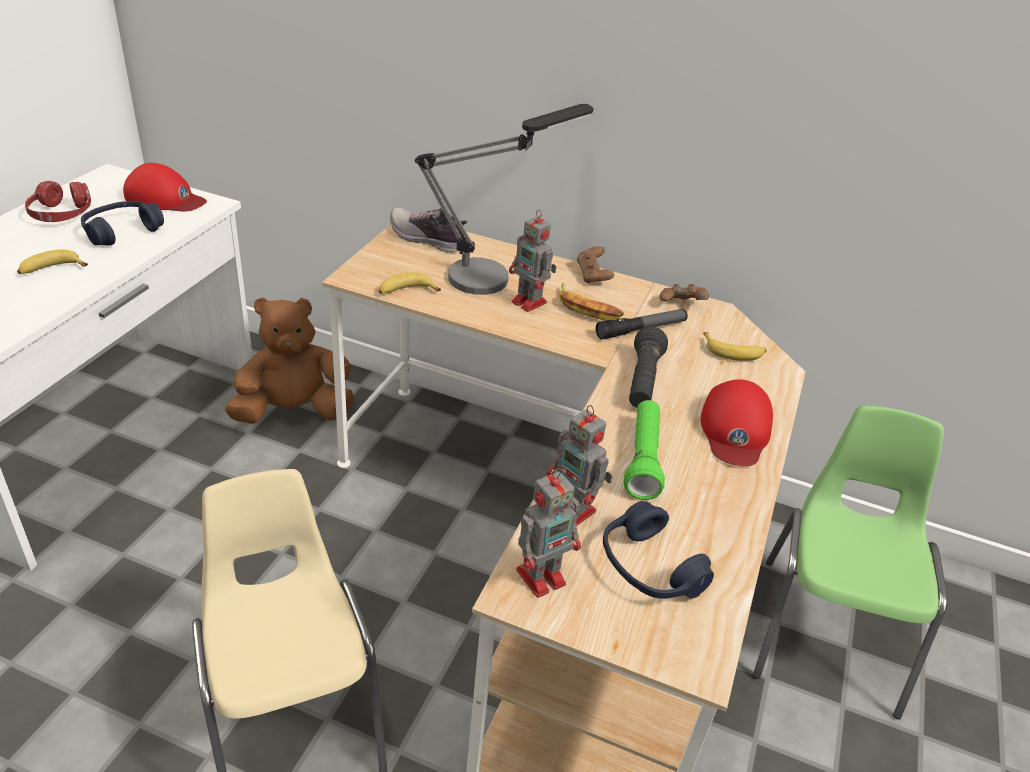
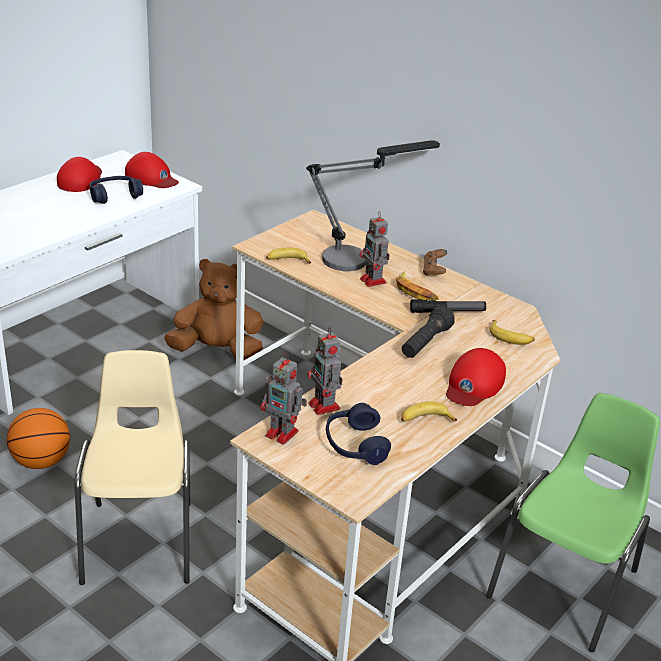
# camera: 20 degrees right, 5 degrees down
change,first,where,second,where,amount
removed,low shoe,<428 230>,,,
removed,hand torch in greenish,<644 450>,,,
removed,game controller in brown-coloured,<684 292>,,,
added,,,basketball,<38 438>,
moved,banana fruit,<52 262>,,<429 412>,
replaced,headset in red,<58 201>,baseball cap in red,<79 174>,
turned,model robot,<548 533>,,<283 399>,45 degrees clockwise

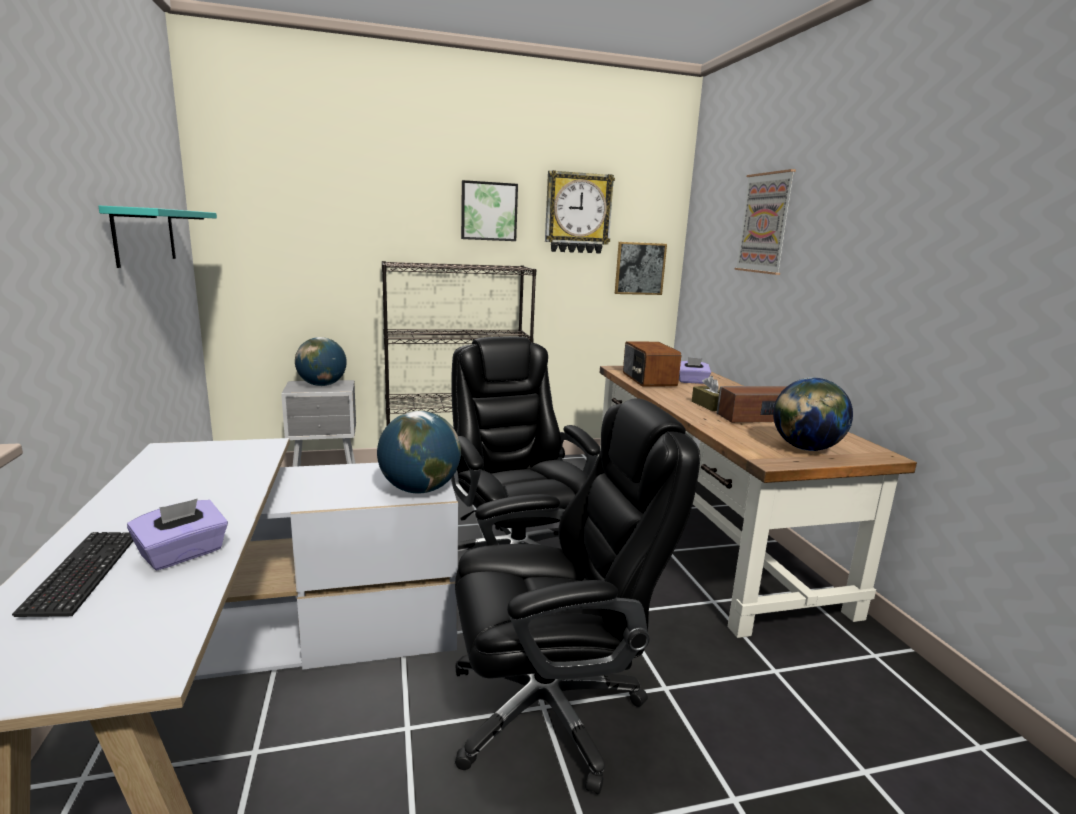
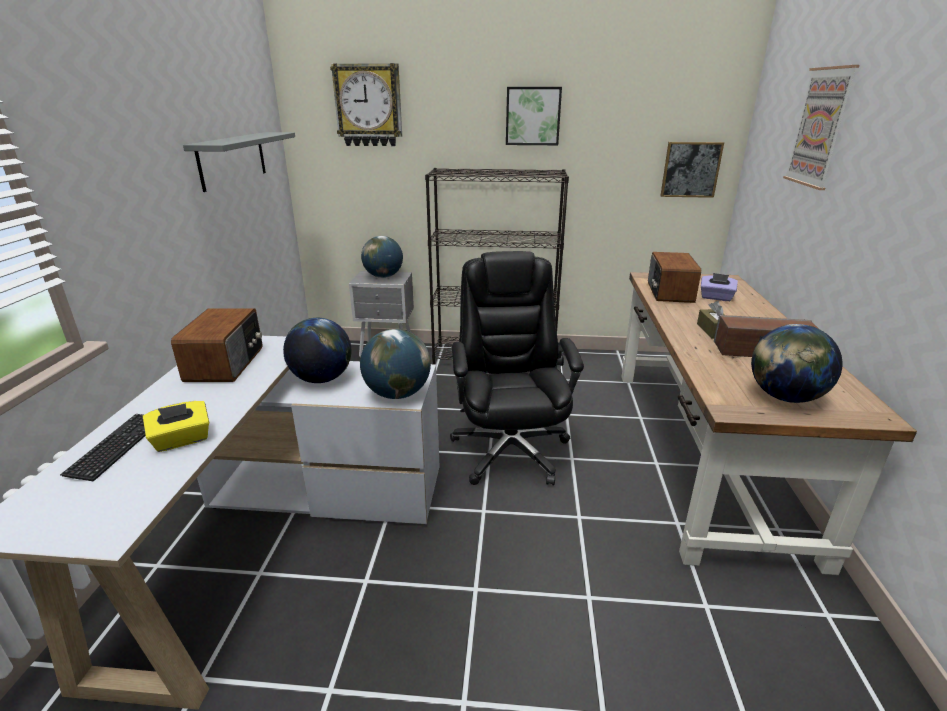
# camera: 20 degrees right, 10 degrees up
change,first,where,second,where,amount
removed,desk chair in blackish,<577 596>,,,
added,,,radio receiver,<216 345>,
added,,,world globe,<317 350>,
moved,hanging clock,<580 211>,,<366 104>,
recoloured,bracket shelf in turquoise-coloured,<157 237>,bracket shelf in greyish,<239 162>,
recoloured,box of tissues in purple-coloured,<177 534>,box of tissues in yellow-coloured,<176 426>,

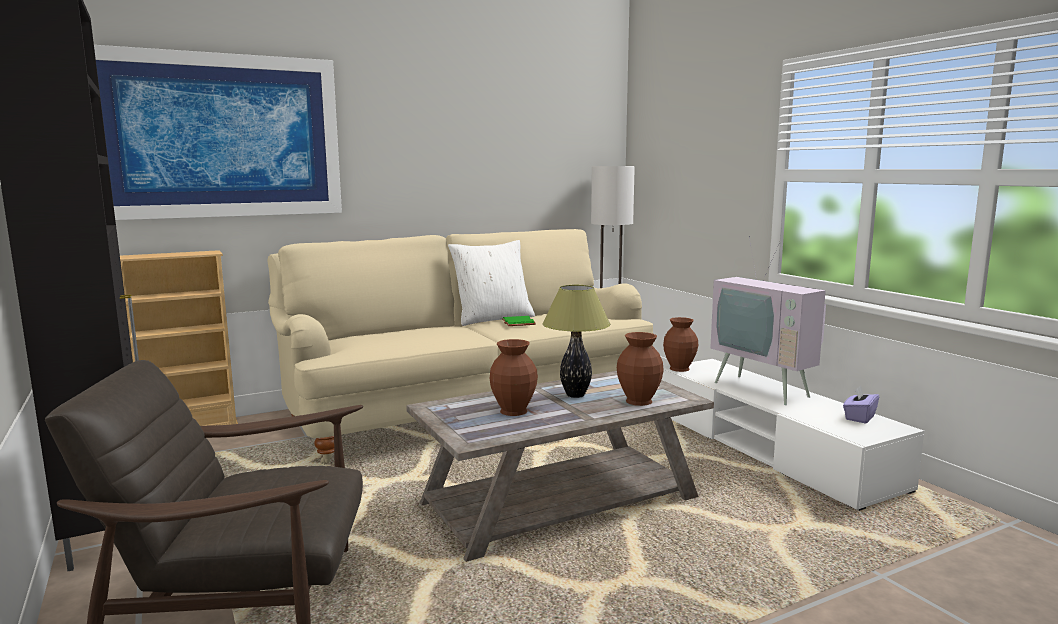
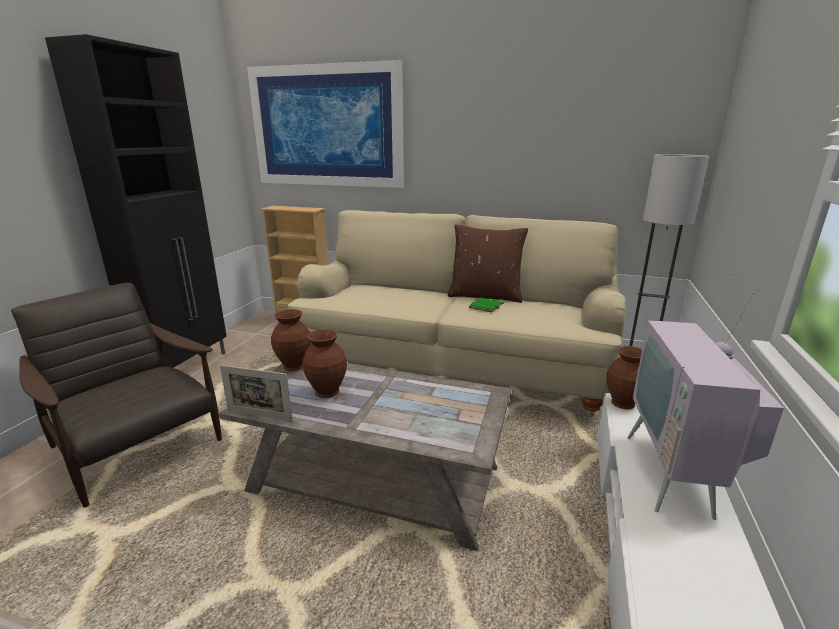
# camera: 45 degrees right, 10 degrees up
change,first,where,second,where,amount
removed,table lamp,<576 341>,,,
removed,box of tissues in purple-coloured,<861 404>,,,
added,,,picture frame,<256 393>,
moved,vase in brown-coloured,<640 369>,,<291 340>,
recoloured,pillow in white-coloured,<491 283>,pillow in brown-coloured,<488 263>,

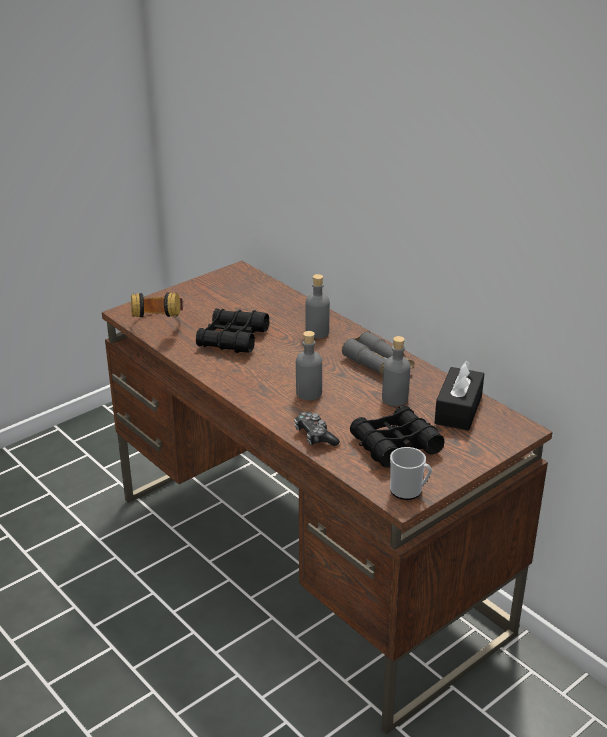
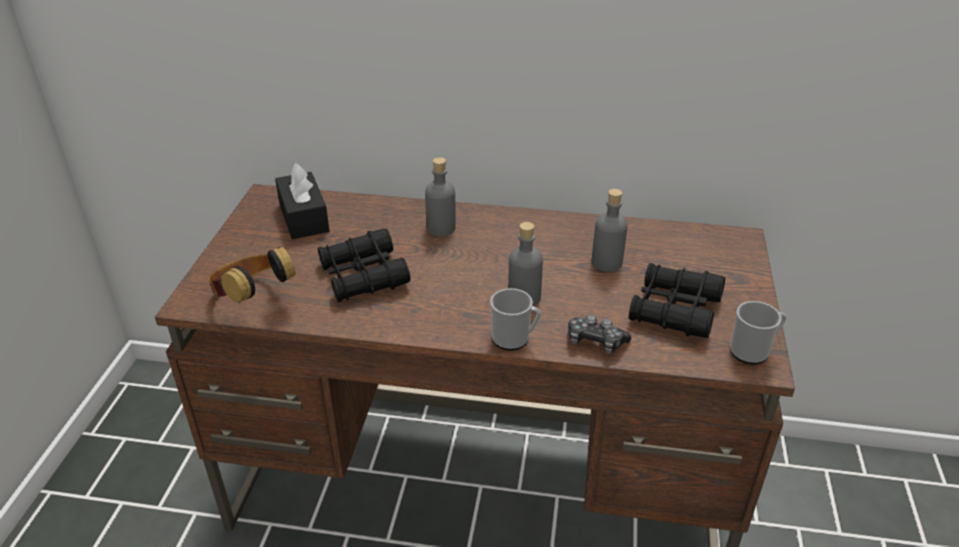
# camera: 40 degrees left, 5 degrees up
change,first,where,second,where,amount
removed,pair of binoculars in greyish,<378 353>,,,
added,,,mug,<515 319>,
moved,box of tissues in blackish,<459 395>,,<302 201>,

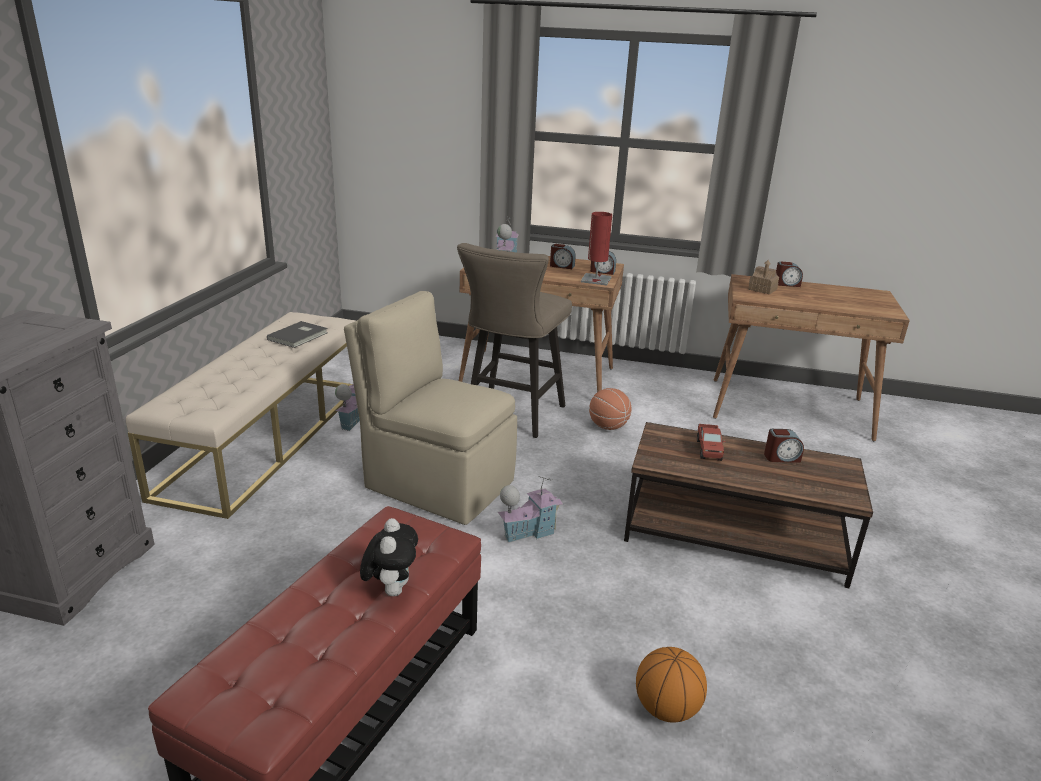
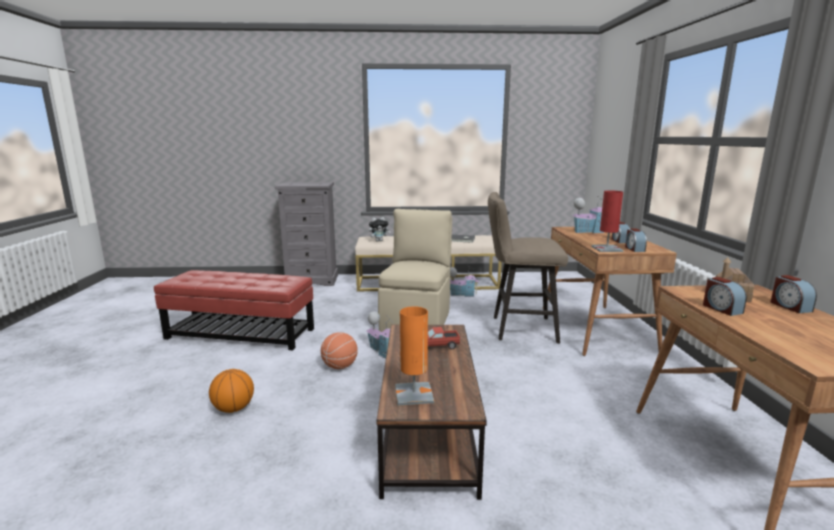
# camera: 75 degrees right, 10 degrees down
change,first,where,second,where,amount
added,,,table lamp in orange-coloured,<414 355>,
moved,soft toy,<389 557>,,<380 229>,
moved,basketball,<610 409>,,<339 350>,
moved,table clock,<784 446>,,<725 296>,

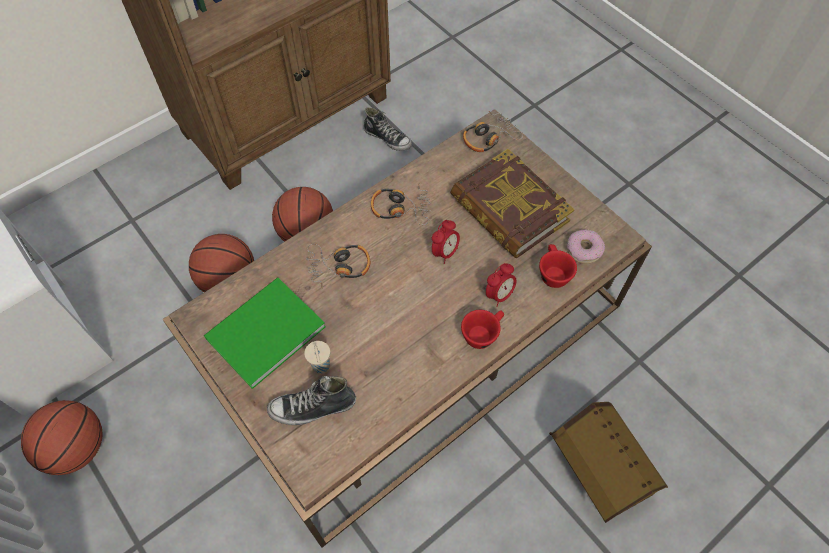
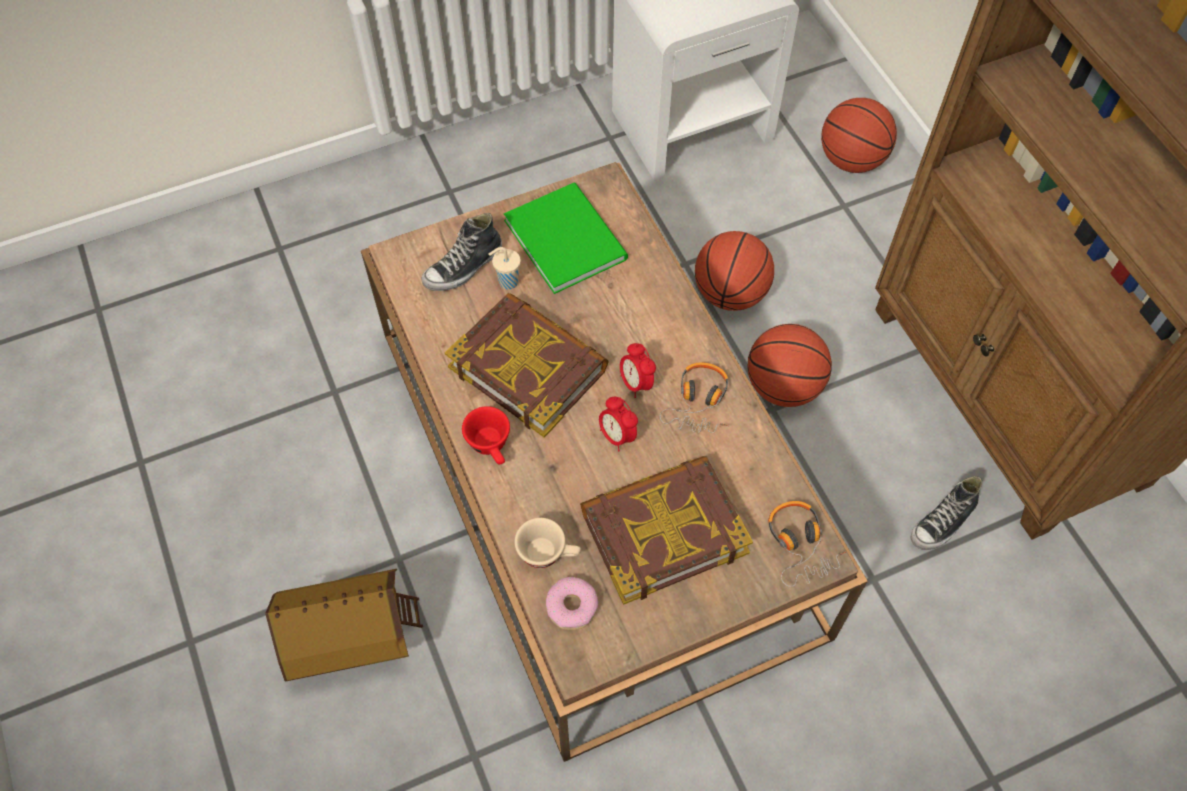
# camera: 105 degrees right, 0 degrees up
change,first,where,second,where,amount
removed,headset,<338 265>,,,
added,,,volume,<527 365>,
moved,basketball,<62 437>,,<859 135>,
moved,table clock,<501 285>,,<638 370>,
recoloured,cup in red,<558 266>,cup in beige,<548 543>,
turned,low shoe,<311 400>,,<462 252>,135 degrees counterclockwise

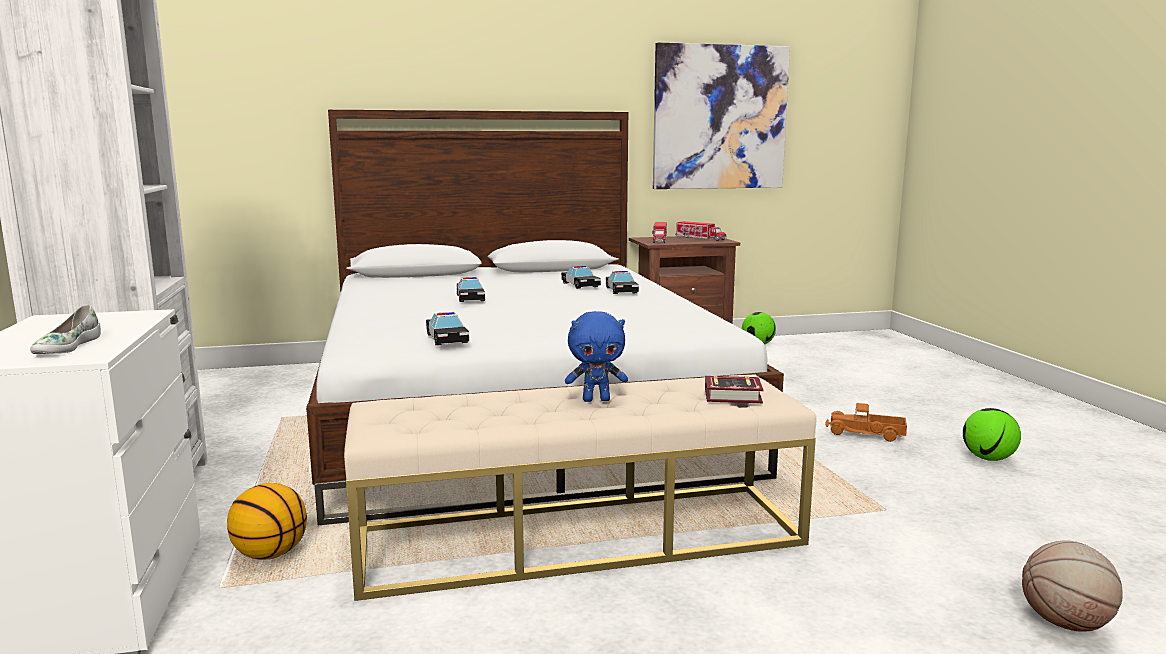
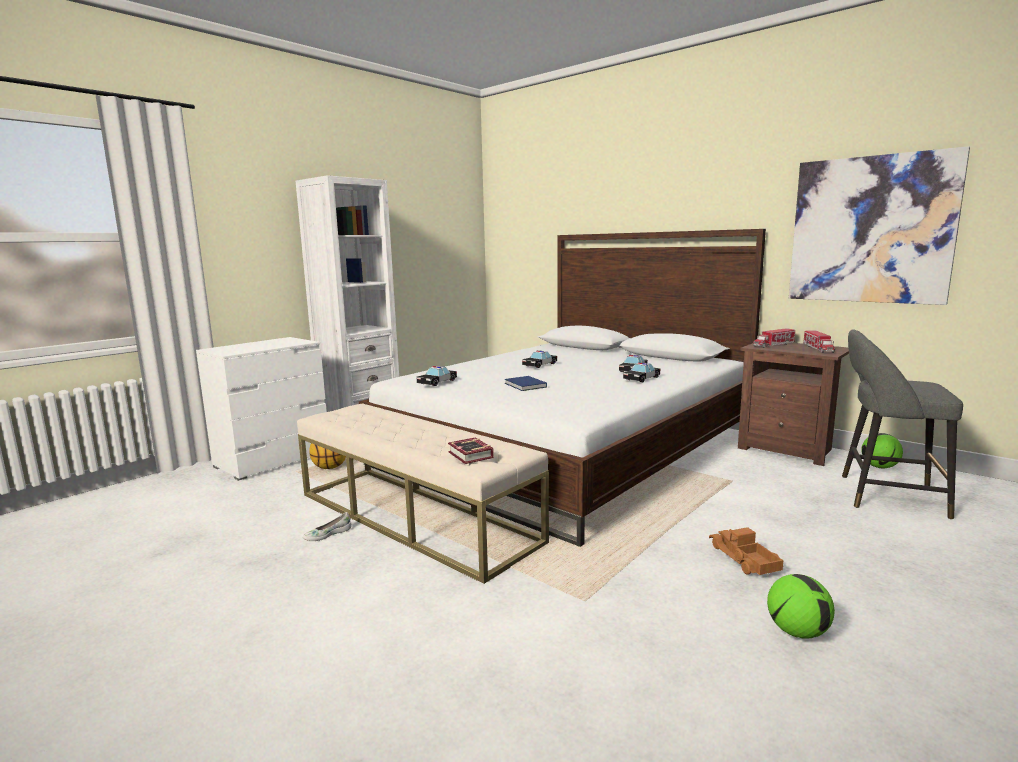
# camera: 55 degrees right, 0 degrees up
change,first,where,second,where,amount
removed,soft toy in blue-coloured,<596 356>,,,
removed,basketball,<1072 586>,,,
added,,,volume in blue-coloured,<526 383>,
added,,,stool in greyish,<902 424>,
moved,low shoe in white-coloured,<65 329>,,<327 526>,

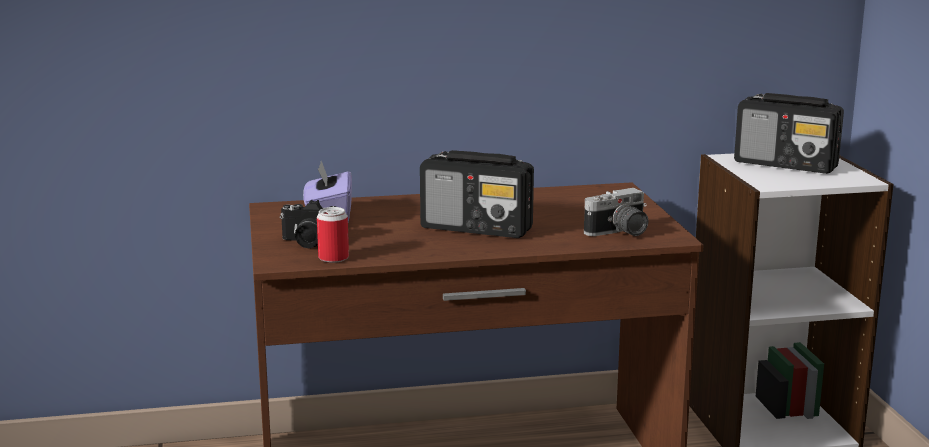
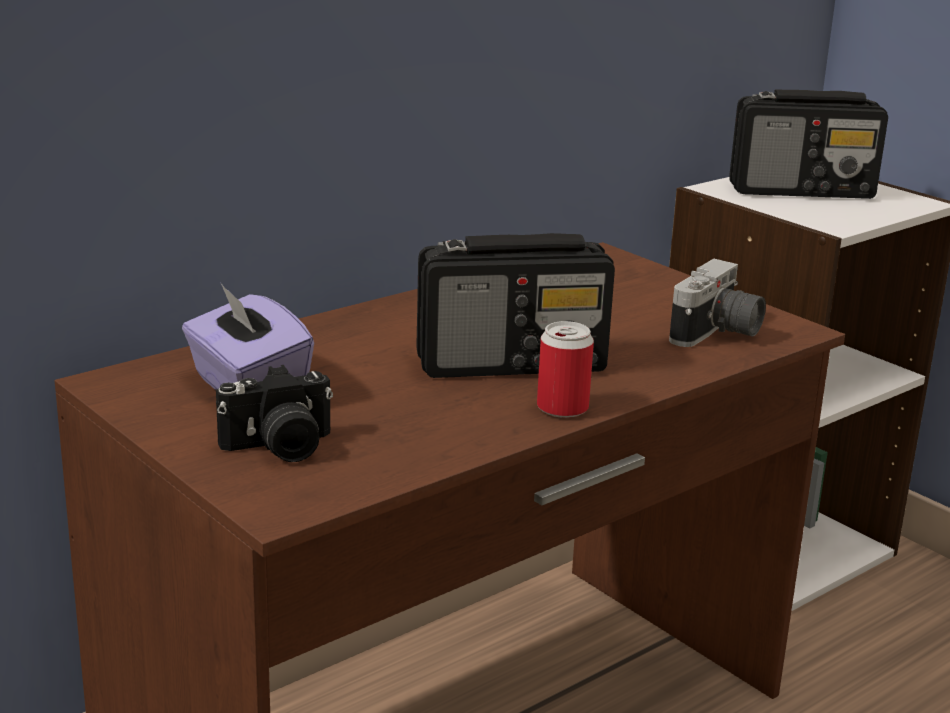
# camera: 30 degrees left, 5 degrees up
change,first,where,second,where,amount
moved,sealed can,<333 235>,,<565 369>,

